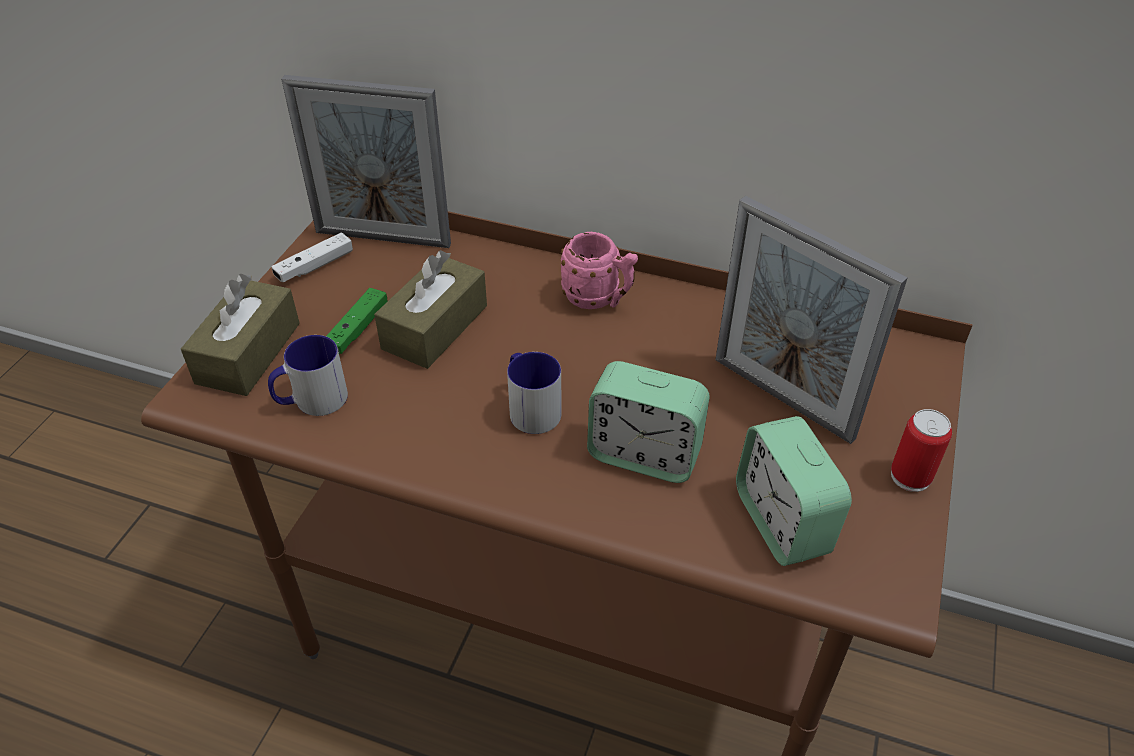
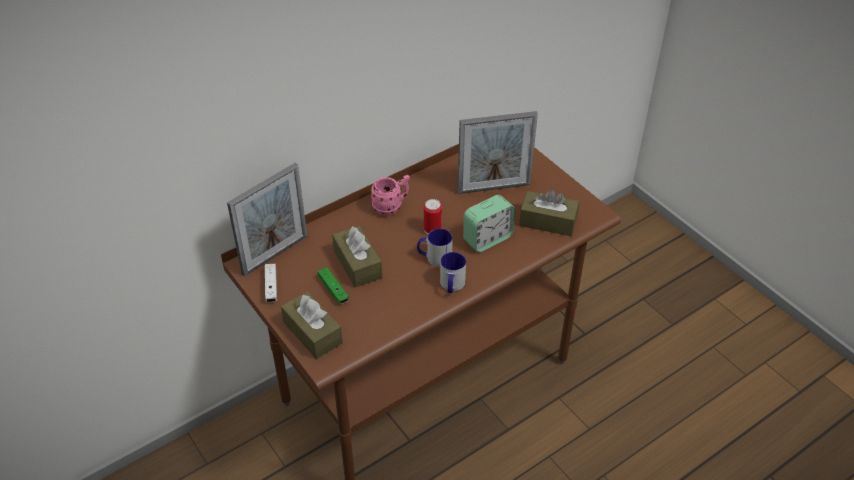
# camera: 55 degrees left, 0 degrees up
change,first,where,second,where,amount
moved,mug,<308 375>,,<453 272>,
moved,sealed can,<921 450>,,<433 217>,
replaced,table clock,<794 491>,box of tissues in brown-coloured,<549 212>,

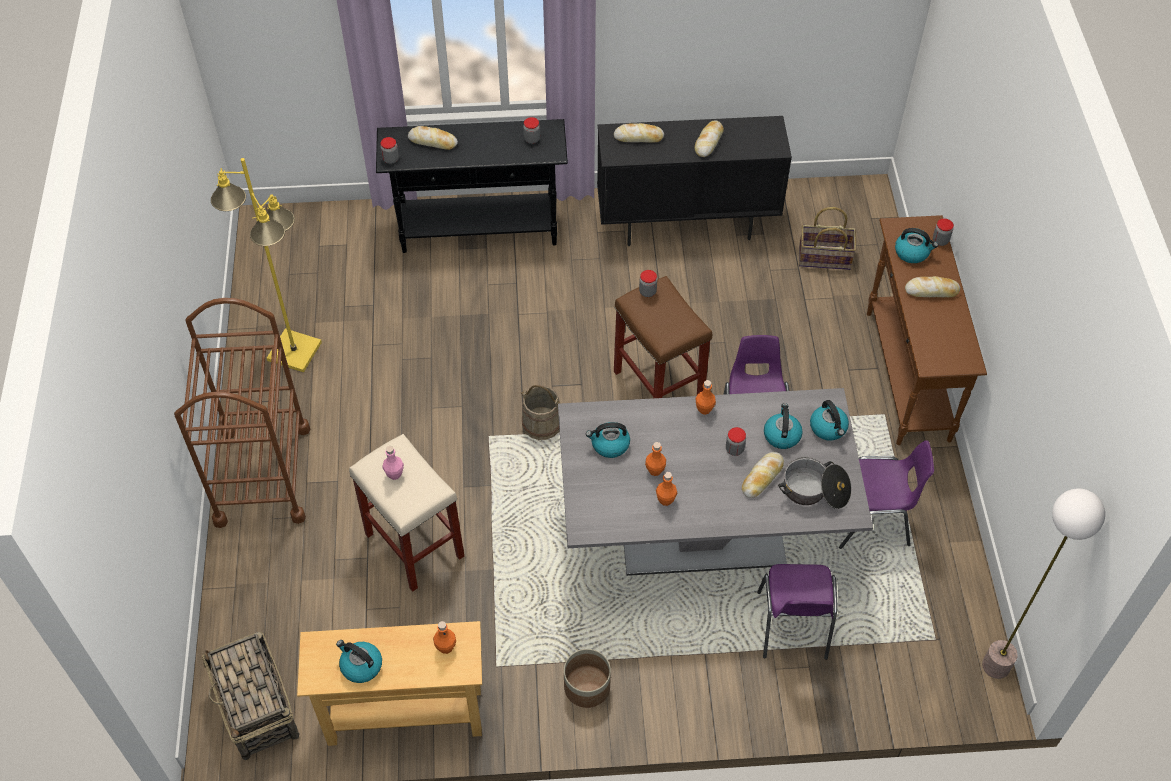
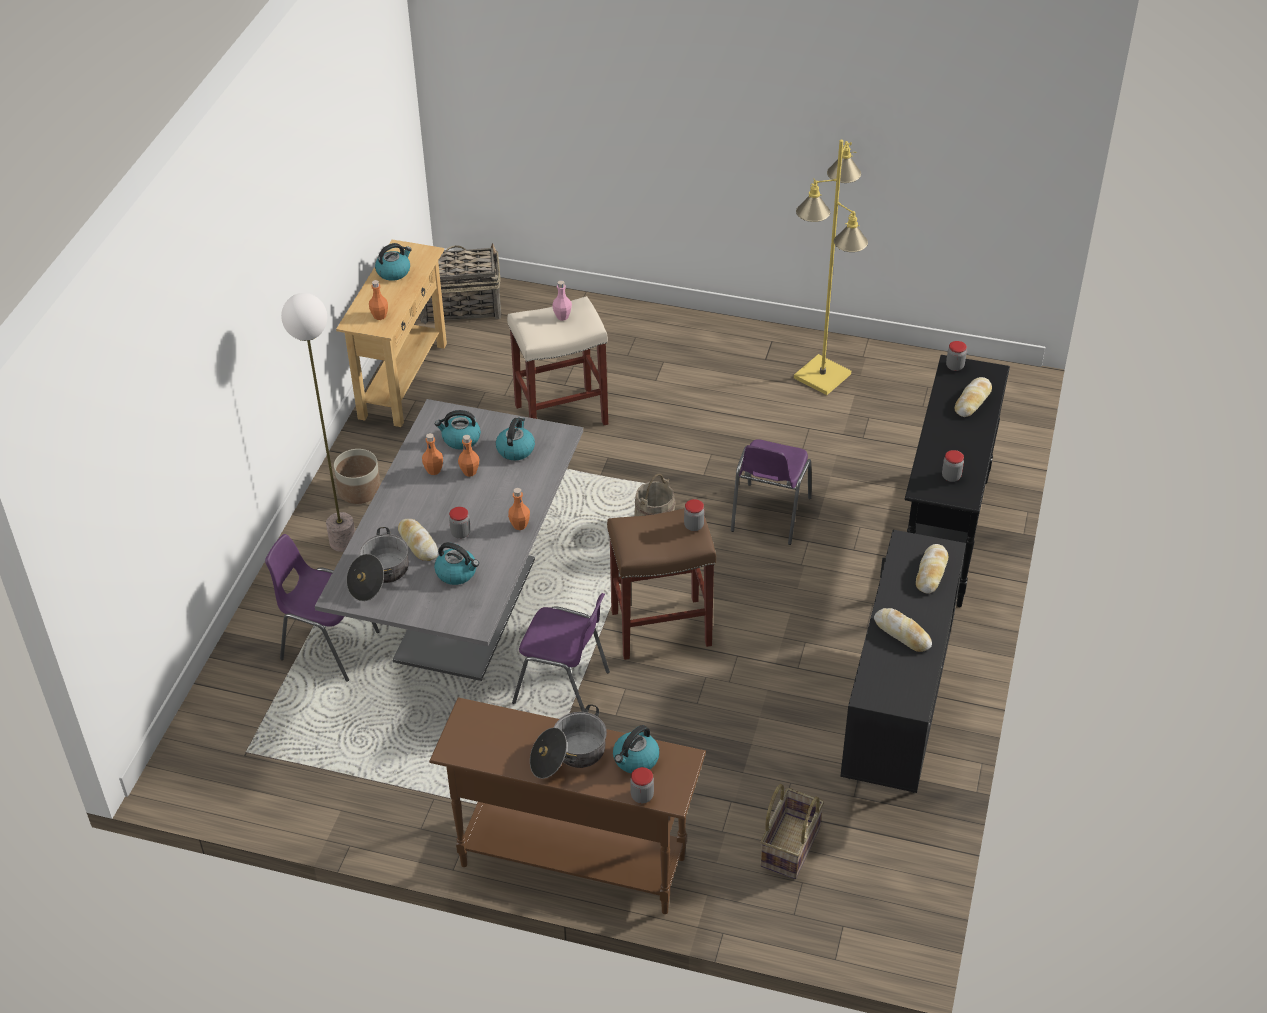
# camera: 110 degrees right, 10 degrees down
change,first,where,second,where,amount
removed,cart in brown-coloured,<242 413>,,,
moved,kettle,<829 420>,,<458 429>,
moved,chair in purple-coloured,<886 494>,,<771 492>,
moved,standard lamp,<1043 584>,,<318 422>,
replaced,baked bread,<932 286>,cooking pot,<568 741>,

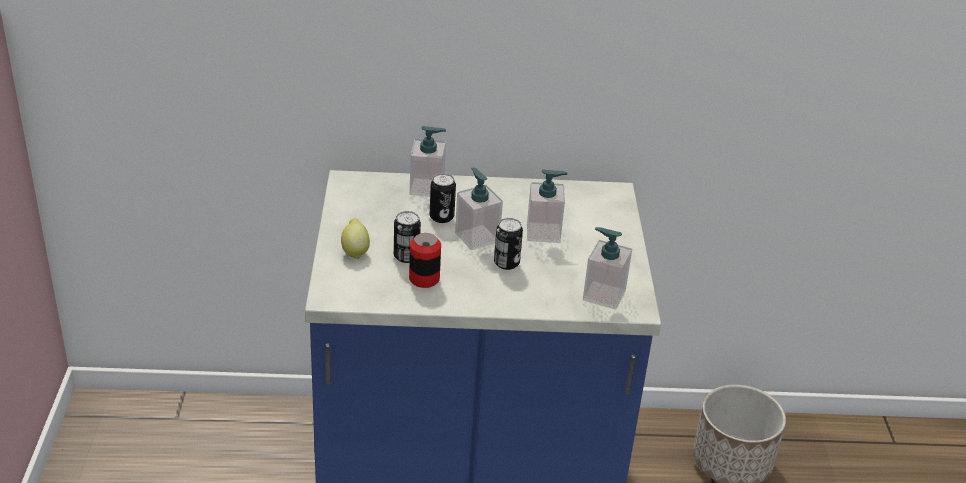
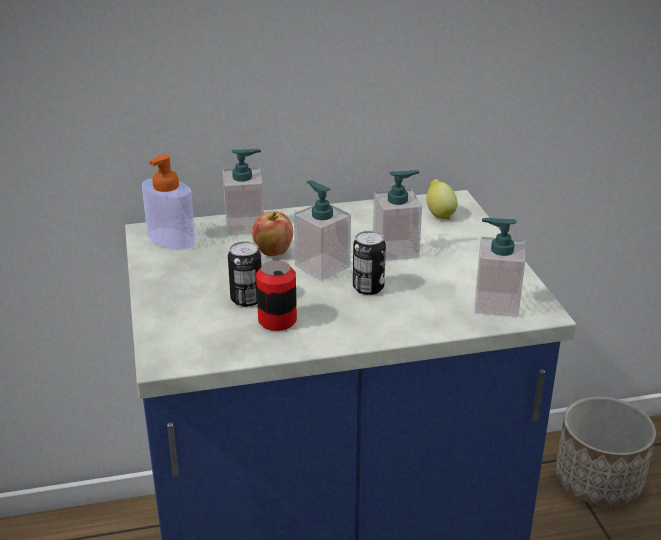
# camera: 10 degrees left, 5 degrees down
change,first,where,second,where,amount
added,,,soap dispenser,<169 202>,
moved,whole lemon,<355 238>,,<442 199>,
replaced,sealed can,<443 198>,apple fruit,<272 233>,

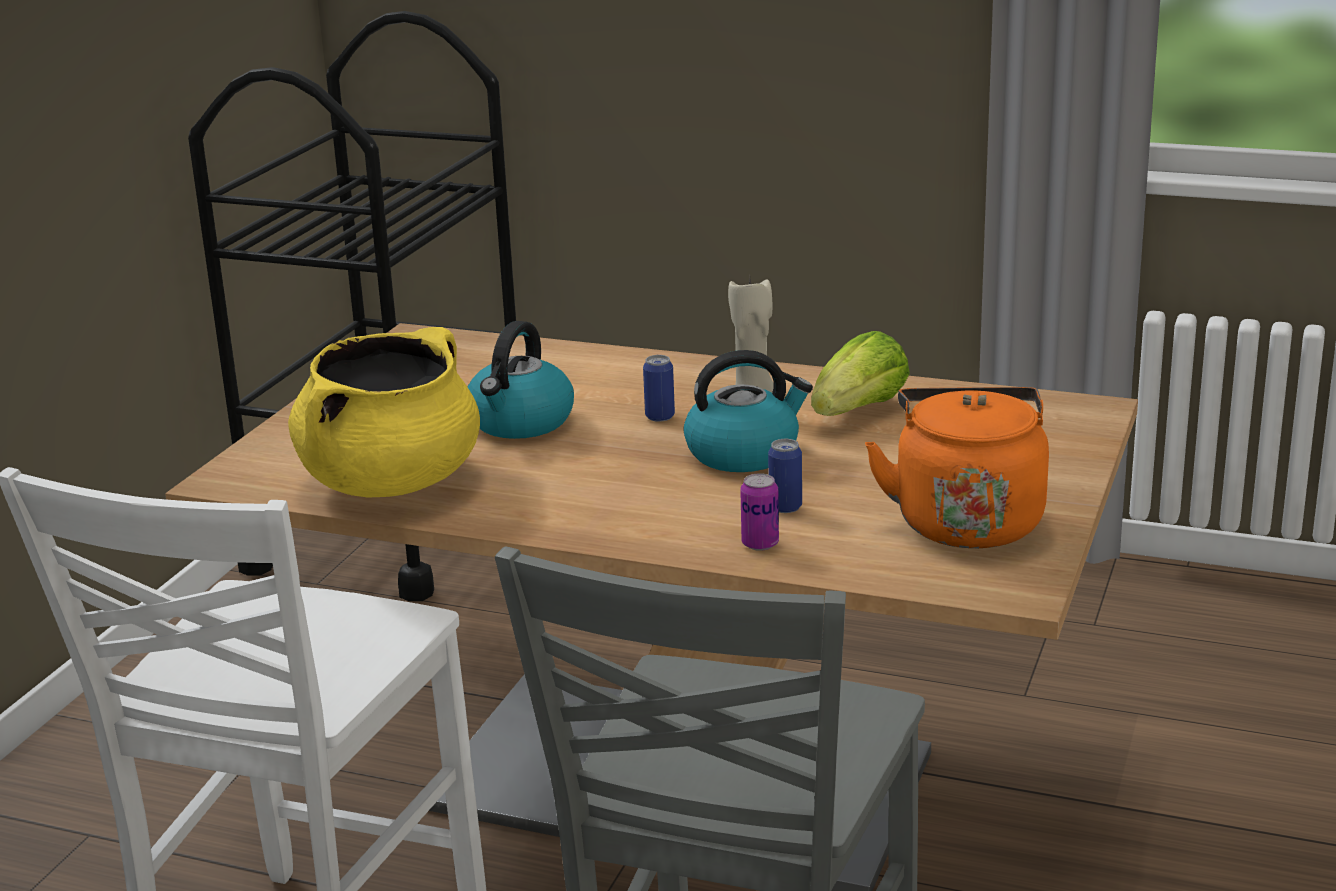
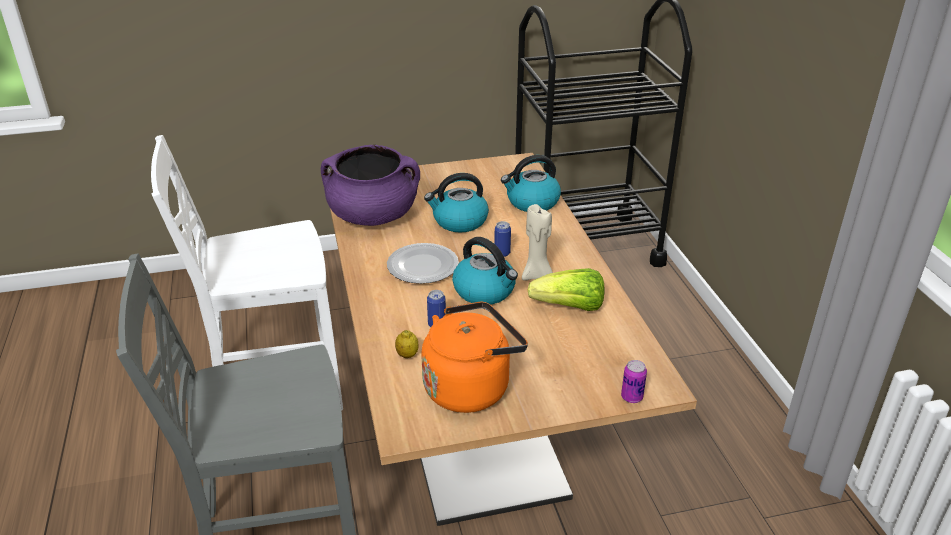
# camera: 55 degrees right, 10 degrees up
change,first,where,second,where,amount
added,,,dinner plate,<423 263>,
added,,,whole lemon,<406 344>,
added,,,kettle,<531 183>,
moved,sealed can,<759 512>,,<634 381>,
recoloured,cooking pot in yellow-coloured,<384 412>,cooking pot in purple-coloured,<370 185>,

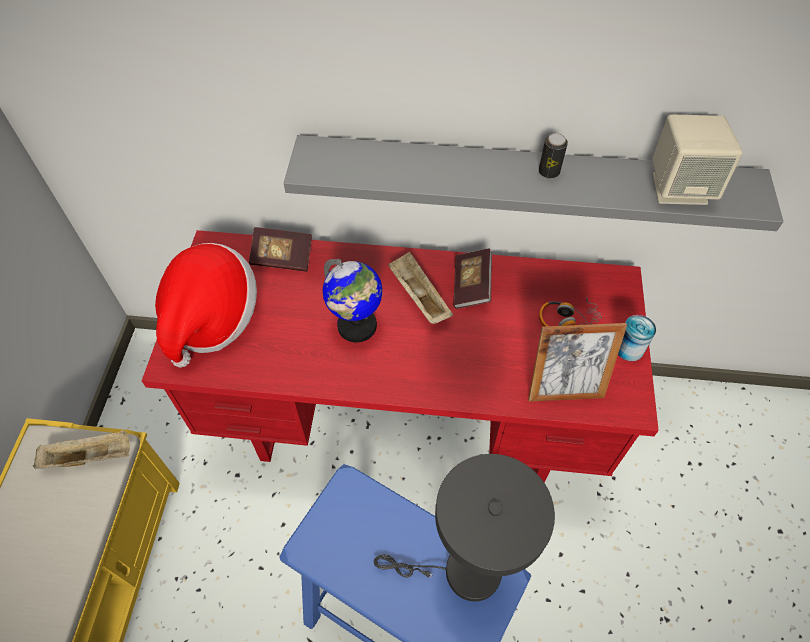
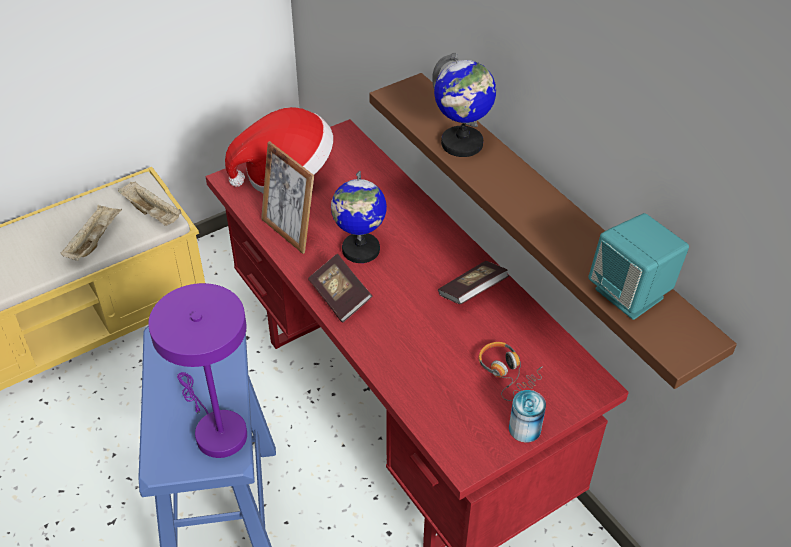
# camera: 50 degrees right, 10 degrees down
change,first,where,second,where,amount
removed,sealed can,<553 155>,,,
added,,,world globe,<464 105>,
moved,volume,<280 249>,,<340 288>,
moved,tray in beige,<420 288>,,<91 233>,
moved,picture frame,<577 362>,,<287 197>,
recoloured,bracket shelf in greyish,<533 183>,bracket shelf in brown-coloured,<553 231>,
recoloured,table lamp in greyish,<464 527>,table lamp in purple-coloured,<197 370>,
recoloured,speaker in beige,<697 159>,speaker in turquoise-coloured,<638 266>,

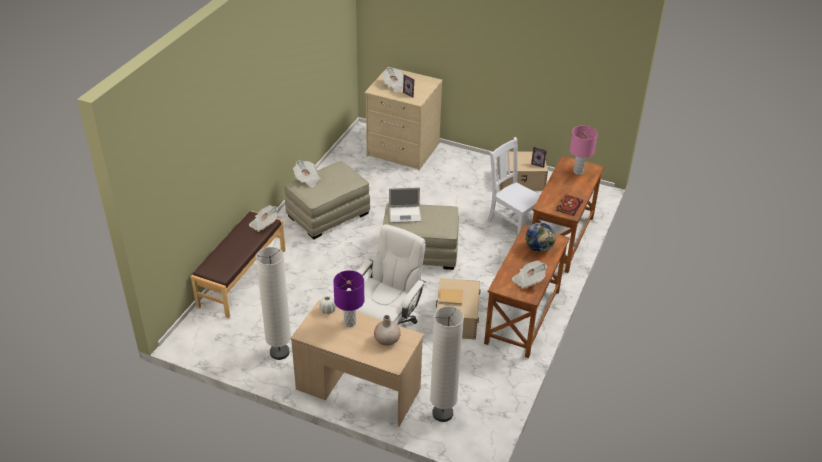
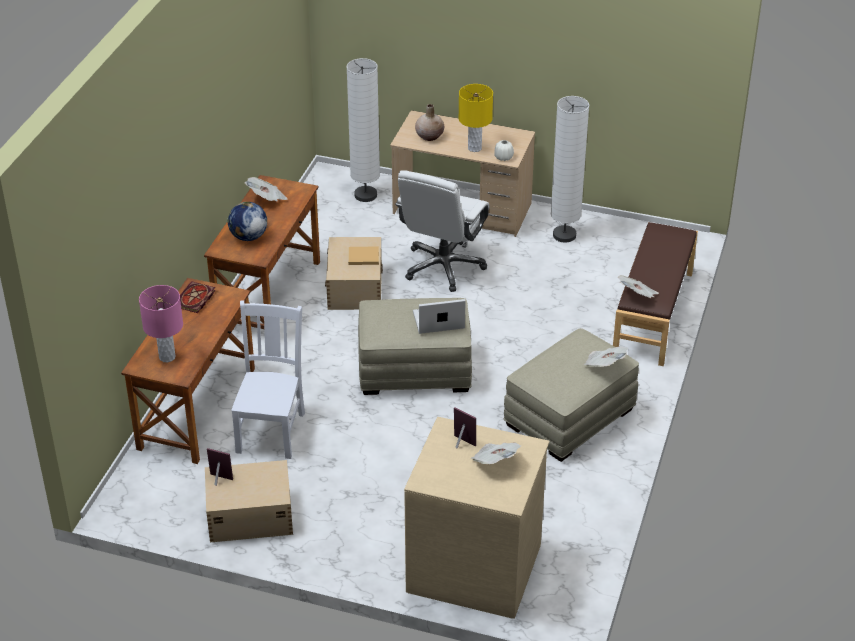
# camera: 175 degrees right, 0 degrees up
change,first,where,second,where,amount
recoloured,table lamp in purple-coloured,<348 298>,table lamp in yellow-coloured,<476 118>,
turned,chair in white-coloured,<514 186>,,<268 379>,120 degrees counterclockwise

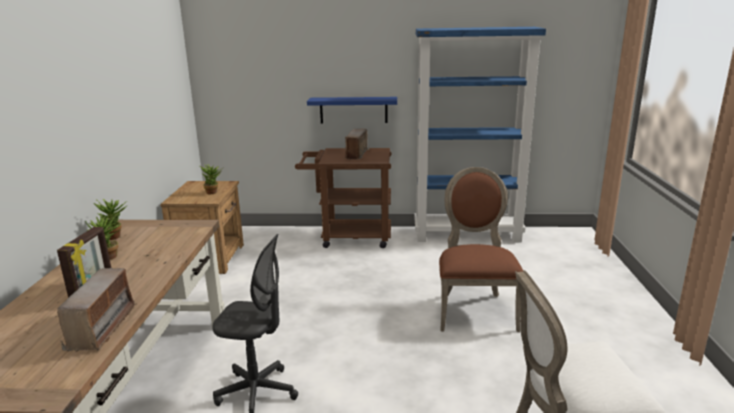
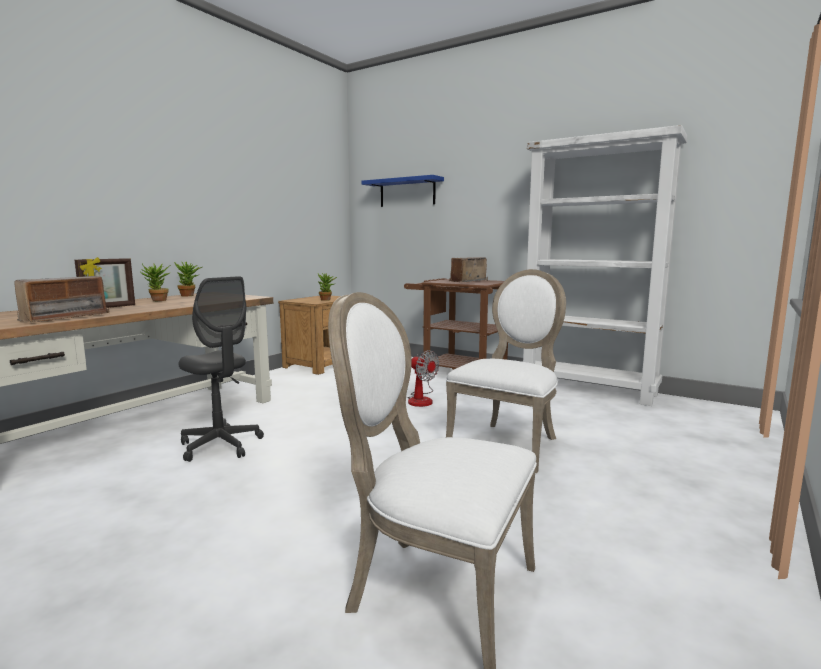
# camera: 30 degrees right, 10 degrees down
change,first,where,second,where,amount
added,,,electric fan,<424 378>,
moved,bracket shelf in blue-coloured,<352 110>,,<403 191>,
recoloured,shelving unit in blue-coloured,<480 135>,shelving unit in white-coloured,<605 265>,
recoloured,chair in brown-coloured,<481 249>,chair in white-coloured,<506 371>,

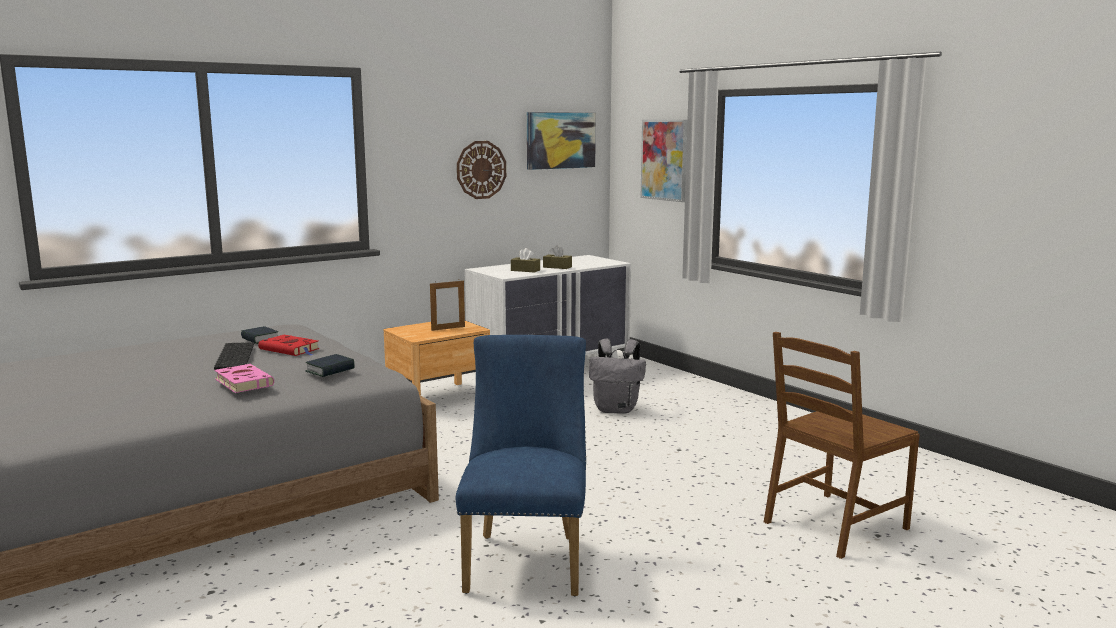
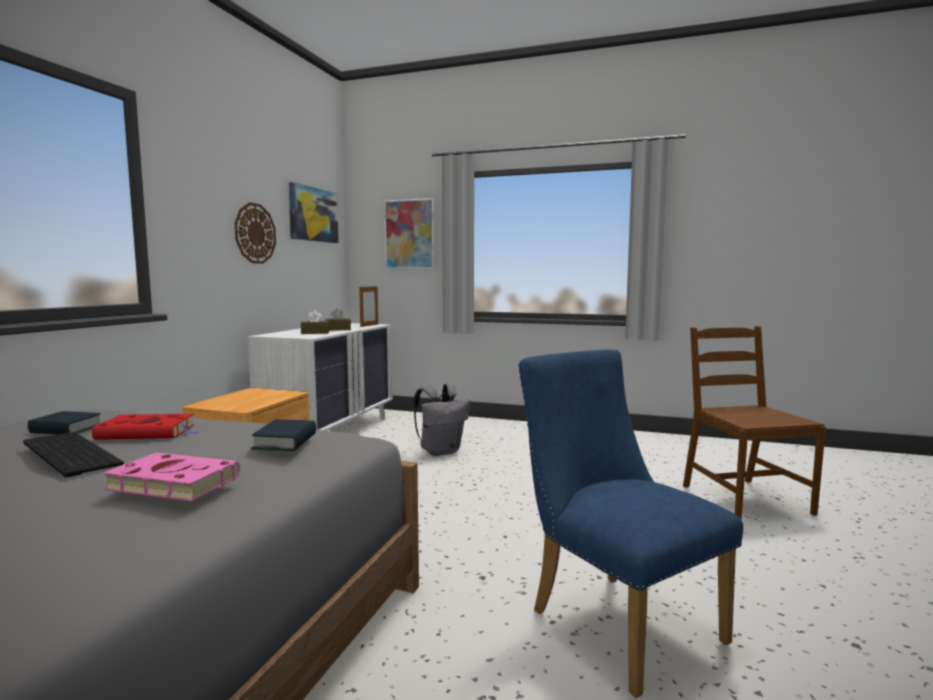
# camera: 35 degrees left, 5 degrees down
change,first,where,second,where,amount
moved,picture frame,<447 305>,,<368 306>,
turned,chair in brown-coloured,<842 445>,,<754 423>,150 degrees clockwise

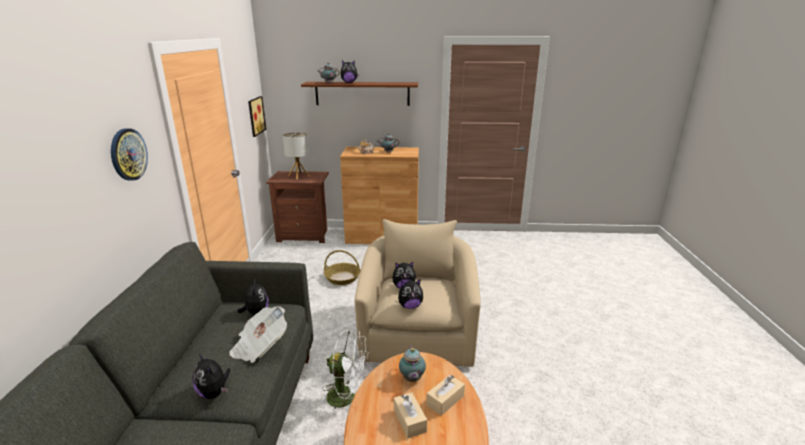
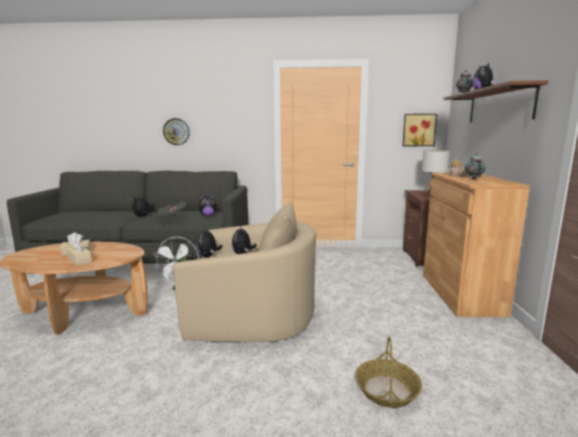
# camera: 90 degrees right, 10 degrees down
change,first,where,second,where,amount
removed,tea pot,<412 363>,,,
moved,hanging clock,<129 154>,,<176 131>,
moved,household basket,<342 267>,,<389 372>,

